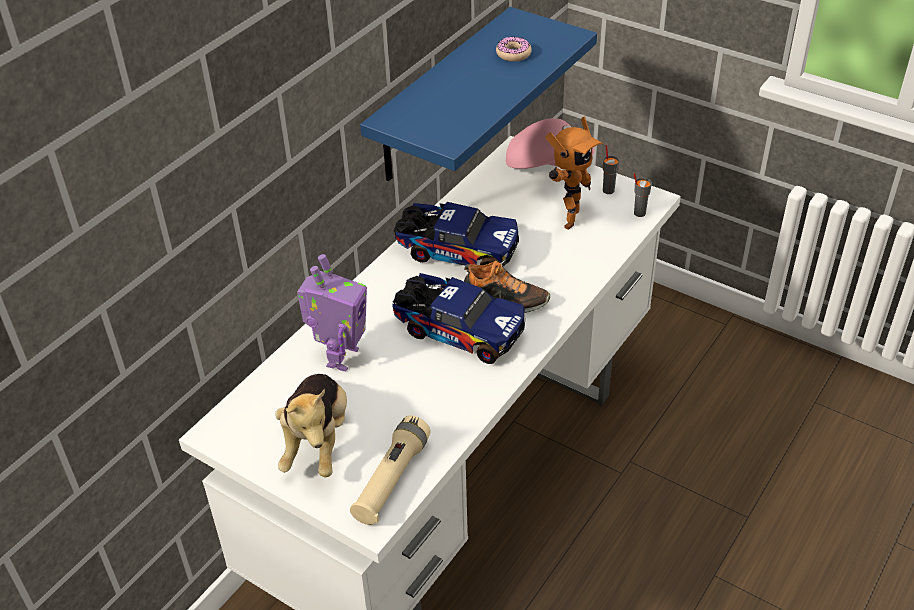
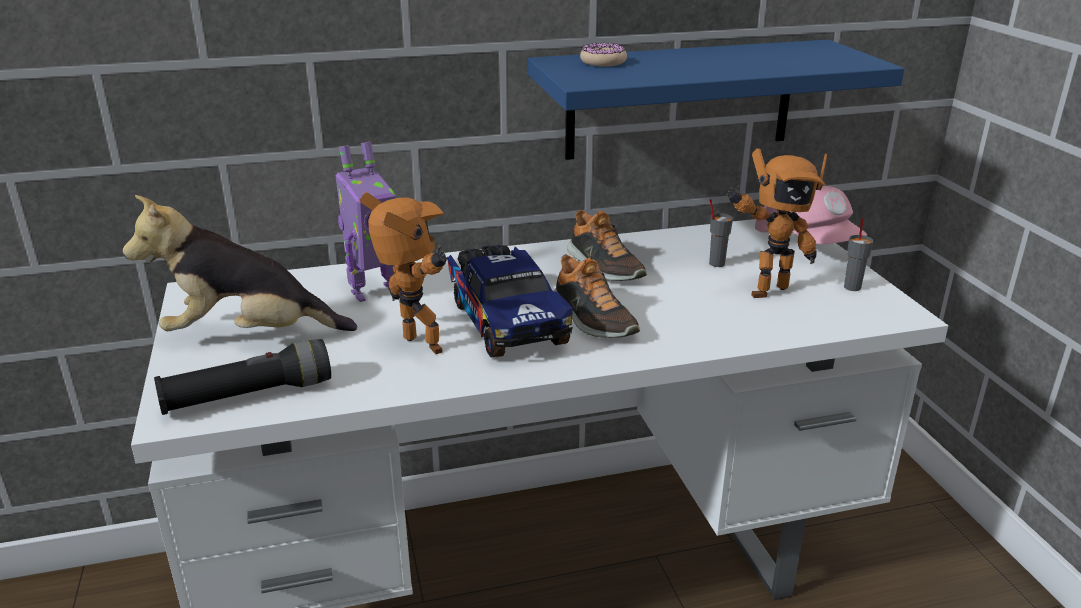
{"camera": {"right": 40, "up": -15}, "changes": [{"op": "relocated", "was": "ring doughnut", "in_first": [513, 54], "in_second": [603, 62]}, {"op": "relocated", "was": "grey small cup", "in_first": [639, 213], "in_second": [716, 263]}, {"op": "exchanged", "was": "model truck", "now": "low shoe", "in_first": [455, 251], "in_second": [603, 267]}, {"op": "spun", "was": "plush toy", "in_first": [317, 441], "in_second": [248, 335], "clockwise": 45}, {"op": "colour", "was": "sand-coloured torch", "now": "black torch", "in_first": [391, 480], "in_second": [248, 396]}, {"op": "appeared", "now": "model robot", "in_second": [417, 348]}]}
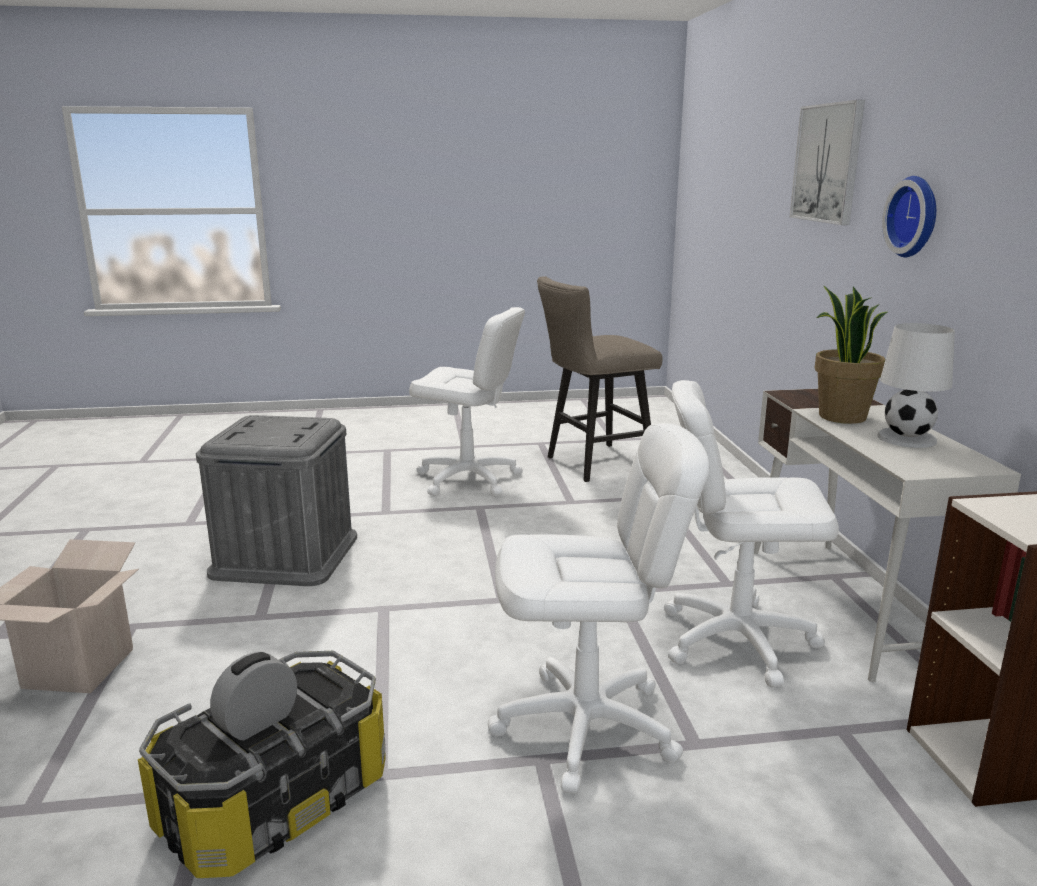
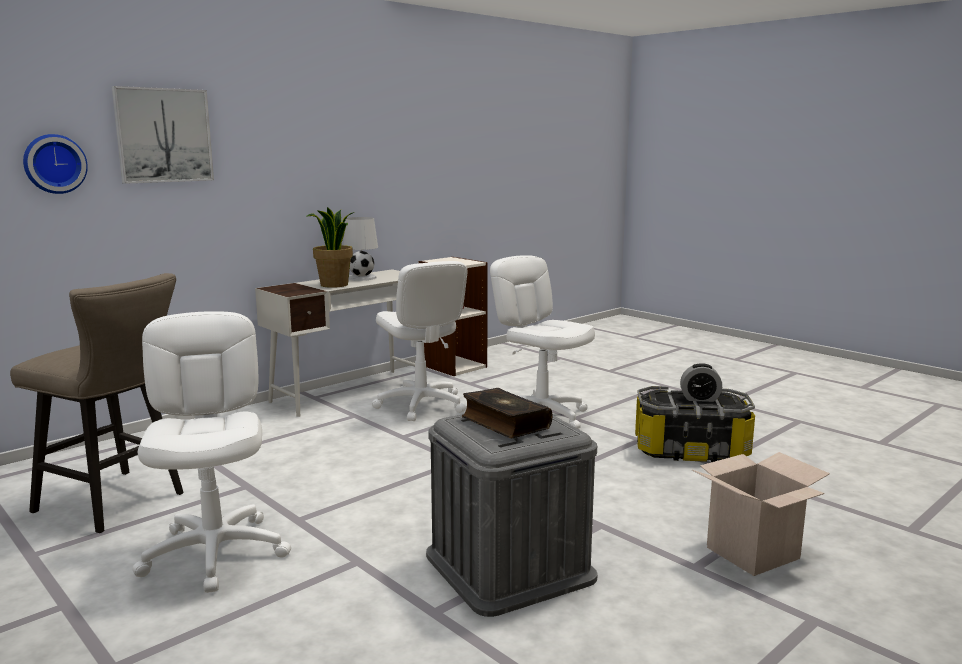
{"camera": {"right": -125, "up": -5}, "changes": [{"op": "relocated", "was": "hanging clock", "in_first": [915, 217], "in_second": [54, 164]}, {"op": "appeared", "now": "book", "in_second": [504, 423]}]}
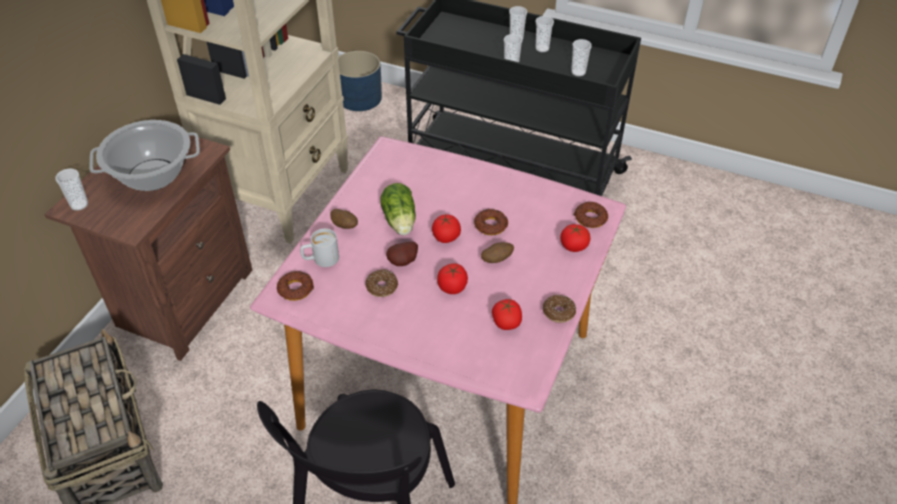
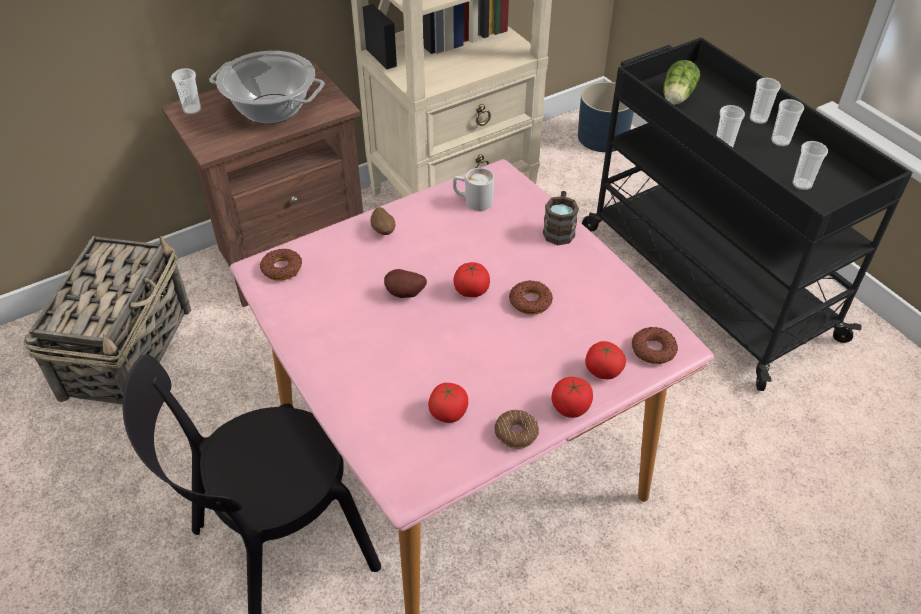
{"camera": {"right": 35, "up": 0}, "changes": [{"op": "relocated", "was": "lettuce", "in_first": [400, 222], "in_second": [676, 97]}, {"op": "relocated", "was": "white mug", "in_first": [320, 259], "in_second": [472, 201]}, {"op": "missing", "was": "whole potato", "in_first": [497, 259]}, {"op": "relocated", "was": "whole tomato", "in_first": [452, 287], "in_second": [570, 407]}, {"op": "missing", "was": "ring doughnut", "in_first": [381, 287]}, {"op": "appeared", "now": "brown-coloured mug", "in_second": [559, 229]}]}
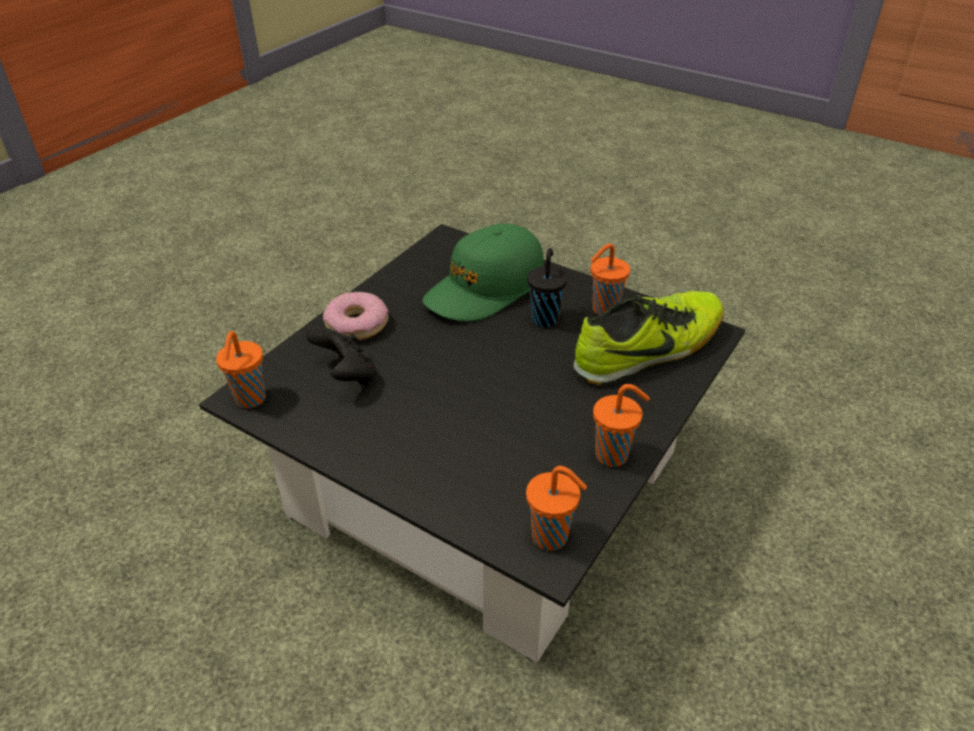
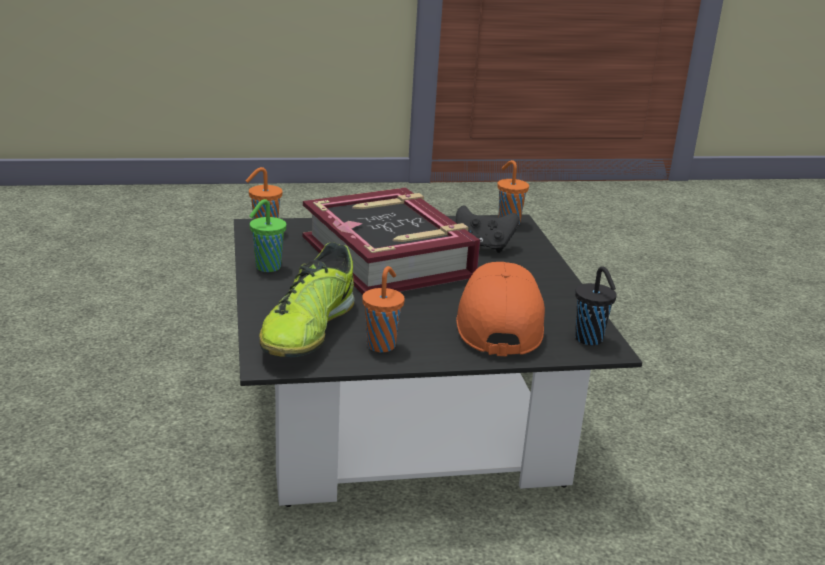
{"camera": {"right": 135, "up": -15}, "changes": [{"op": "colour", "was": "greenish cap", "now": "orange-coloured cap", "in_first": [485, 288], "in_second": [498, 323]}, {"op": "relocated", "was": "black small cup", "in_first": [545, 318], "in_second": [590, 340]}, {"op": "missing", "was": "ring doughnut", "in_first": [357, 324]}, {"op": "colour", "was": "orange-coloured small cup", "now": "greenish small cup", "in_first": [613, 455], "in_second": [266, 268]}, {"op": "appeared", "now": "book", "in_second": [388, 257]}]}
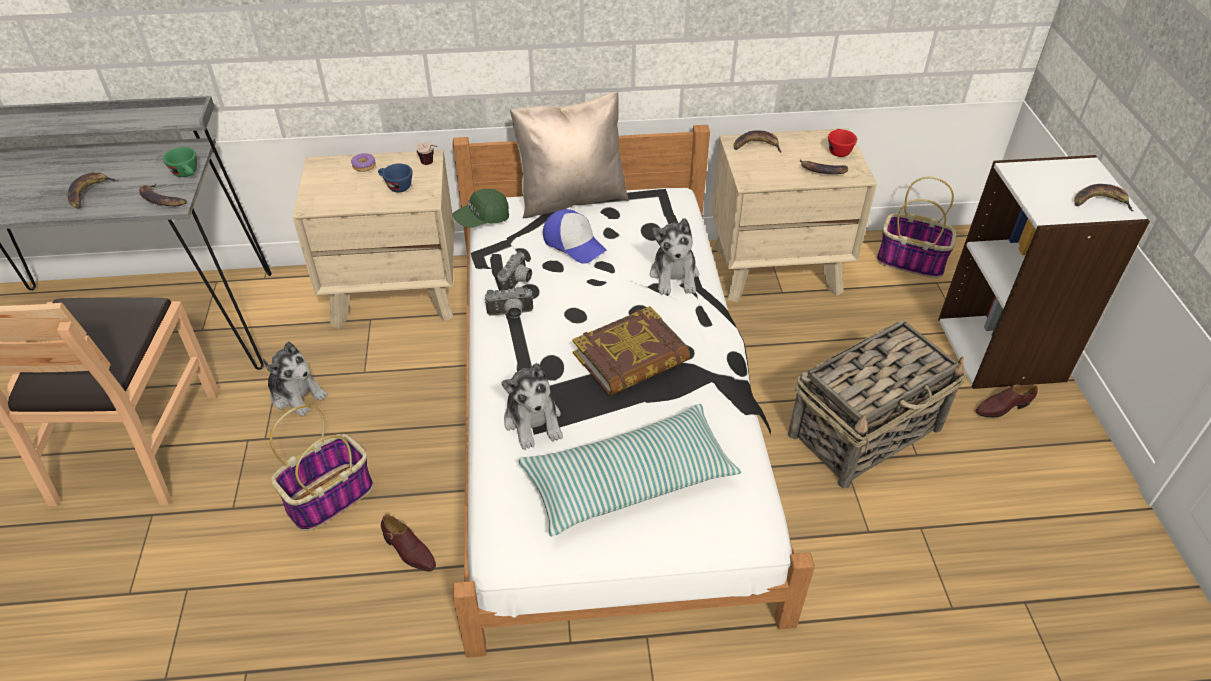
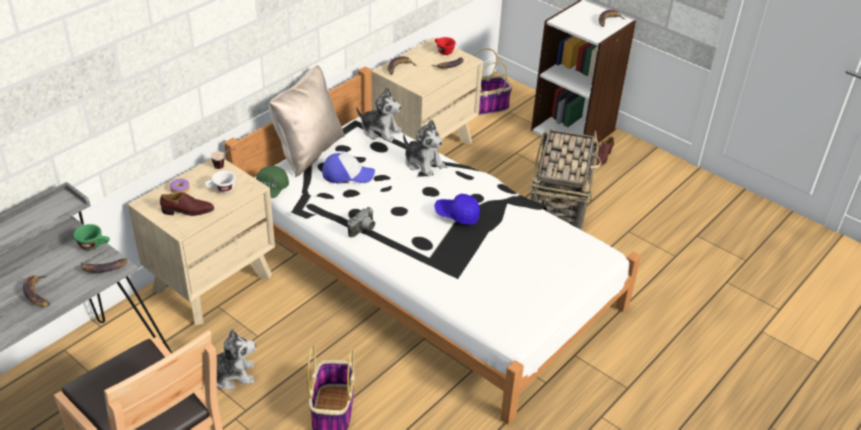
{"camera": {"right": -45, "up": -5}, "changes": [{"op": "colour", "was": "blue small cup", "now": "white small cup", "in_first": [396, 186], "in_second": [221, 190]}, {"op": "missing", "was": "still camera", "in_first": [518, 283]}, {"op": "exchanged", "was": "book", "now": "blue cap", "in_first": [631, 358], "in_second": [457, 215]}, {"op": "relocated", "was": "plush toy", "in_first": [533, 421], "in_second": [380, 131]}, {"op": "missing", "was": "pillow", "in_first": [629, 480]}, {"op": "relocated", "was": "brown-coloured low shoe", "in_first": [409, 551], "in_second": [188, 211]}]}
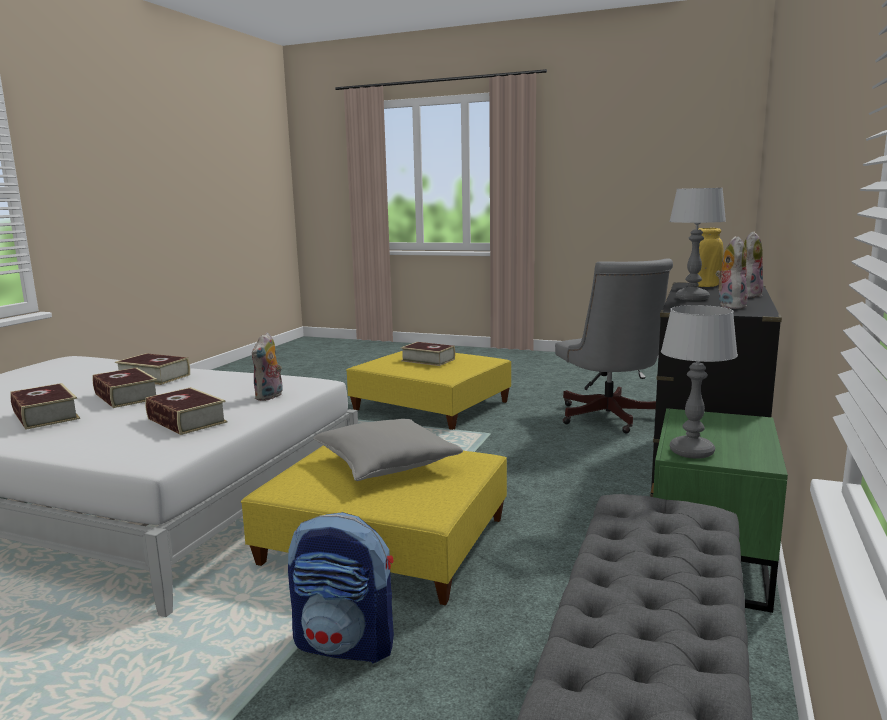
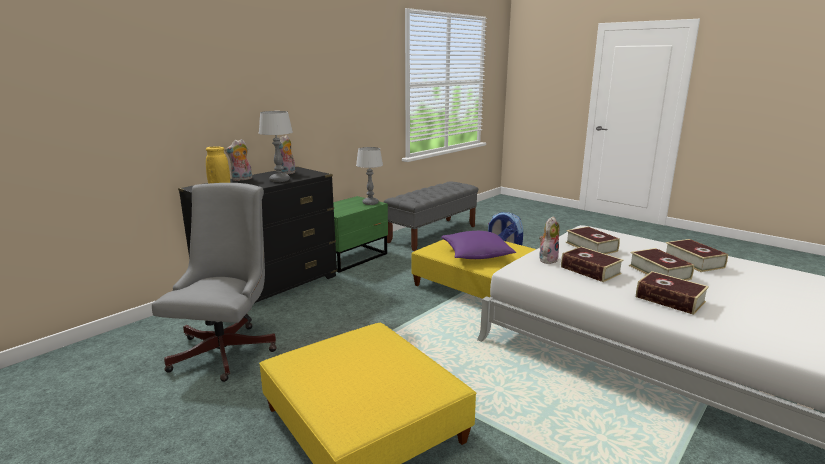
{"camera": {"right": -160, "up": 5}, "changes": [{"op": "relocated", "was": "book", "in_first": [428, 360], "in_second": [590, 270]}, {"op": "colour", "was": "grey pillow", "now": "purplish pillow", "in_first": [386, 464], "in_second": [476, 255]}]}
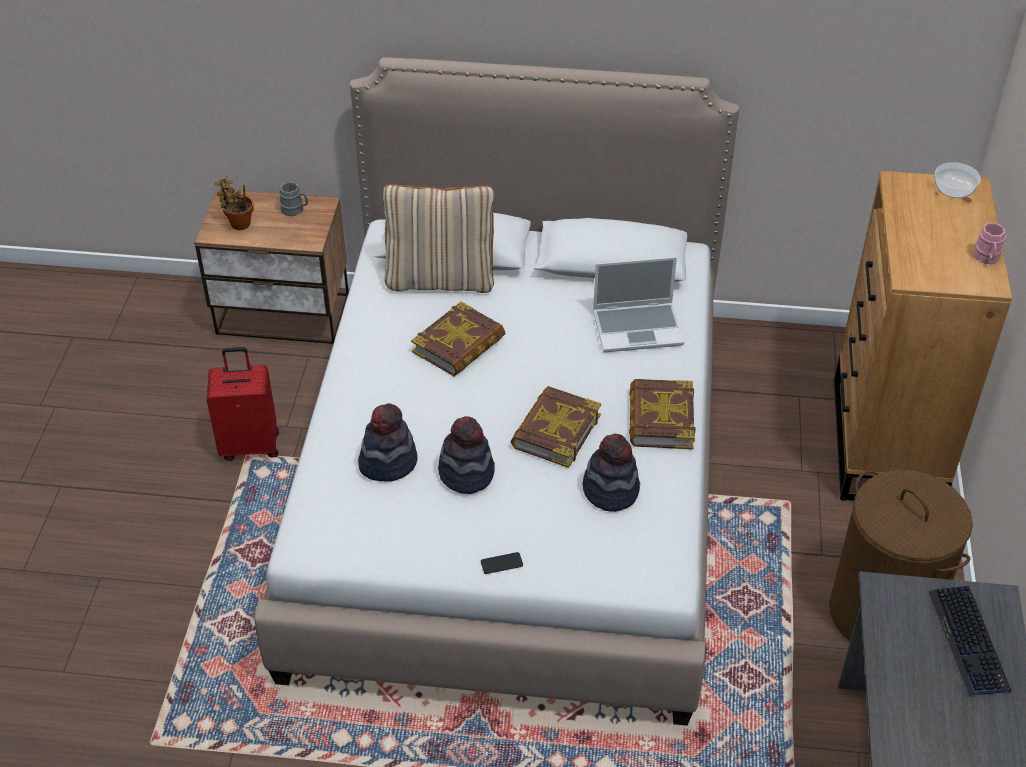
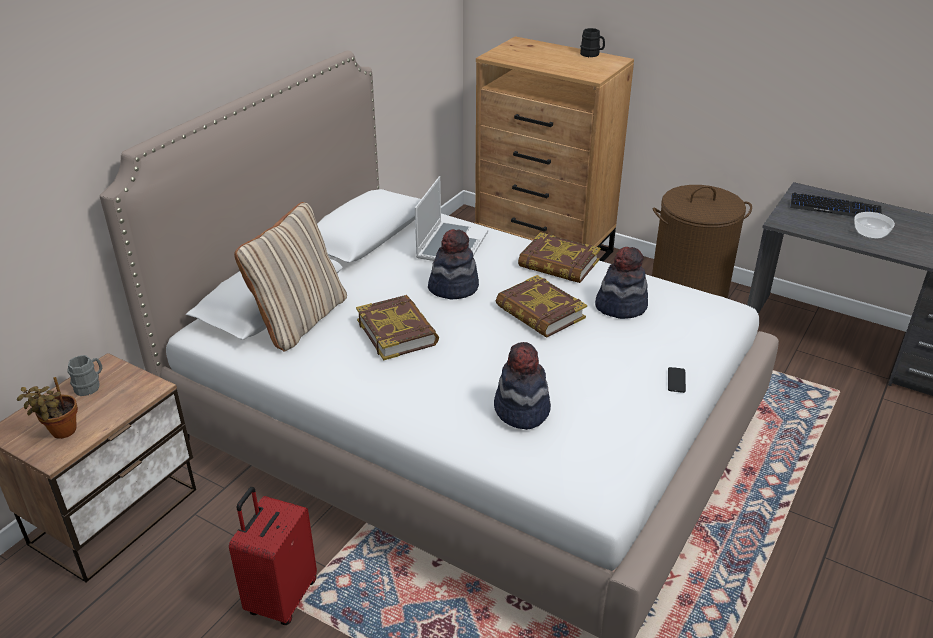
{"camera": {"right": -65, "up": -10}, "changes": [{"op": "relocated", "was": "bowl", "in_first": [954, 190], "in_second": [871, 233]}, {"op": "colour", "was": "pink-coloured mug", "now": "black mug", "in_first": [986, 258], "in_second": [592, 54]}, {"op": "relocated", "was": "clothing hat", "in_first": [466, 473], "in_second": [453, 287]}]}
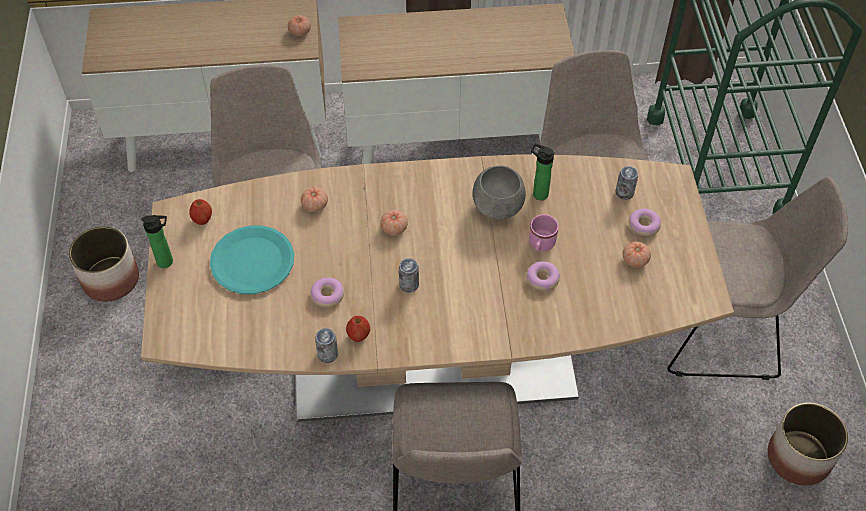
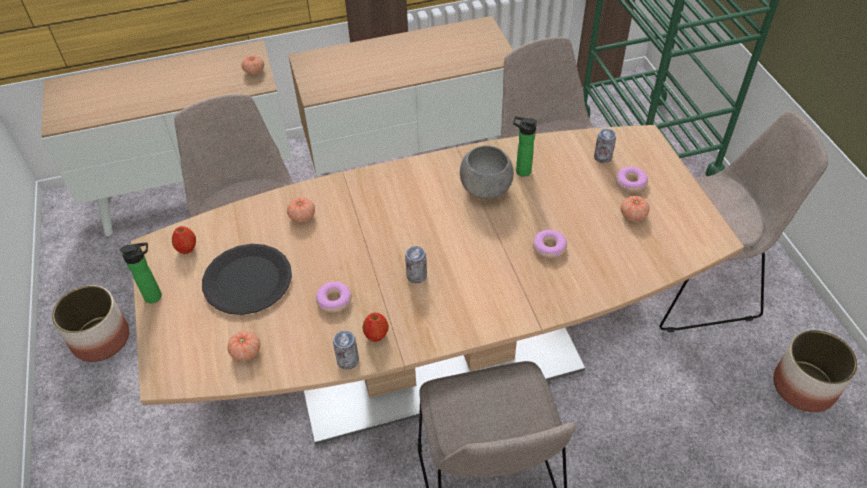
{"camera": {"right": -10, "up": -5}, "changes": [{"op": "relocated", "was": "whole tomato", "in_first": [394, 228], "in_second": [246, 352]}, {"op": "missing", "was": "pink-coloured mug", "in_first": [540, 245]}, {"op": "colour", "was": "turquoise dinner plate", "now": "black dinner plate", "in_first": [252, 261], "in_second": [247, 280]}]}
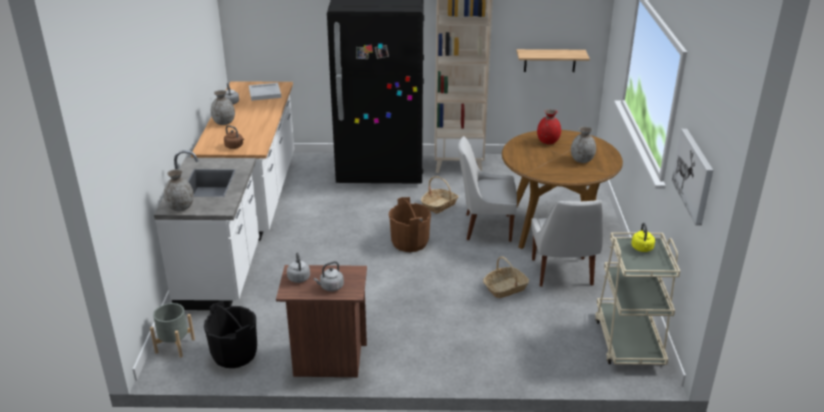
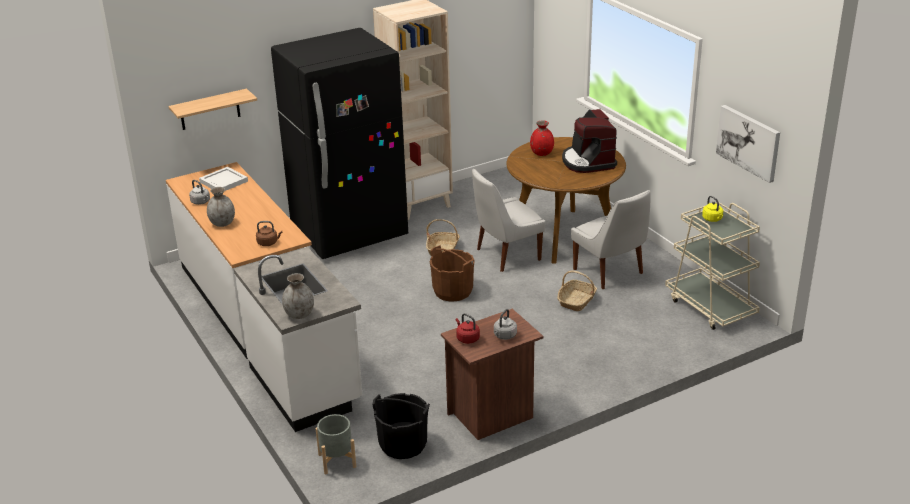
{"camera": {"right": -30, "up": 0}, "changes": [{"op": "relocated", "was": "wall shelf", "in_first": [550, 60], "in_second": [209, 110]}, {"op": "exchanged", "was": "grey decorative vase", "now": "coffee maker", "in_first": [582, 160], "in_second": [588, 161]}, {"op": "colour", "was": "grey kettle", "now": "red kettle", "in_first": [298, 277], "in_second": [467, 338]}]}
